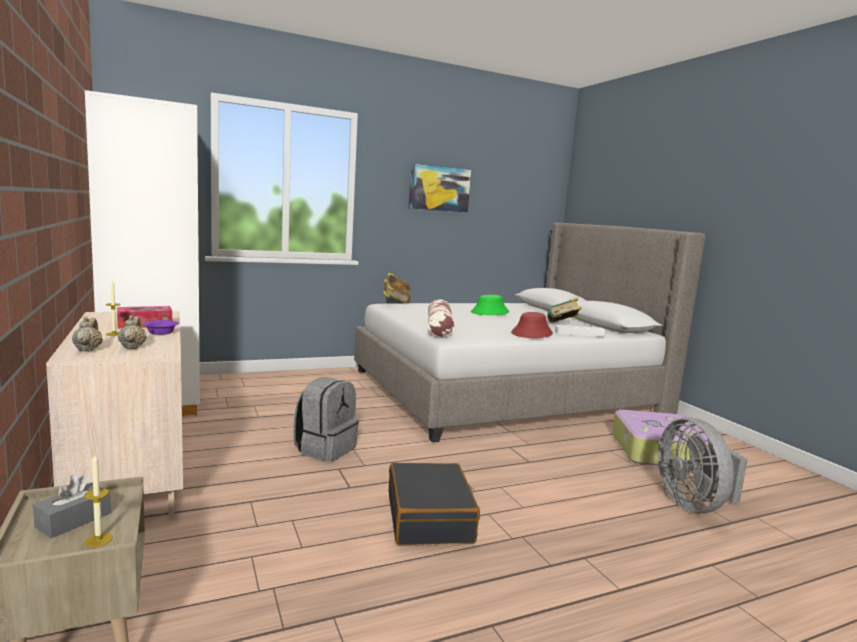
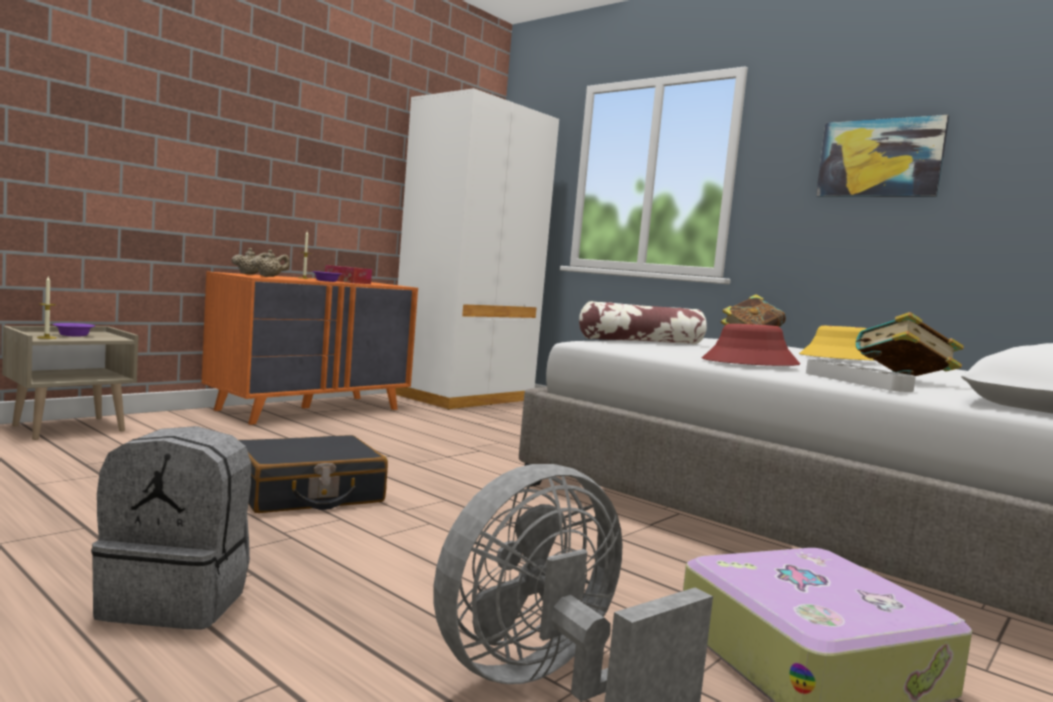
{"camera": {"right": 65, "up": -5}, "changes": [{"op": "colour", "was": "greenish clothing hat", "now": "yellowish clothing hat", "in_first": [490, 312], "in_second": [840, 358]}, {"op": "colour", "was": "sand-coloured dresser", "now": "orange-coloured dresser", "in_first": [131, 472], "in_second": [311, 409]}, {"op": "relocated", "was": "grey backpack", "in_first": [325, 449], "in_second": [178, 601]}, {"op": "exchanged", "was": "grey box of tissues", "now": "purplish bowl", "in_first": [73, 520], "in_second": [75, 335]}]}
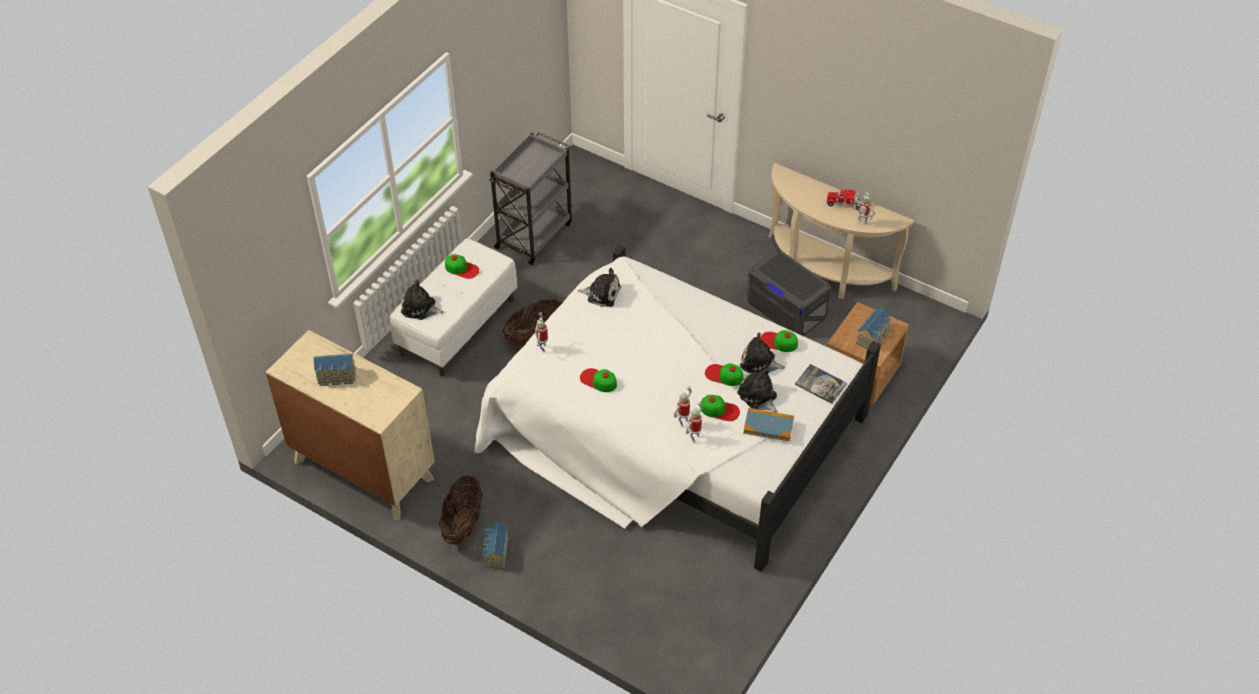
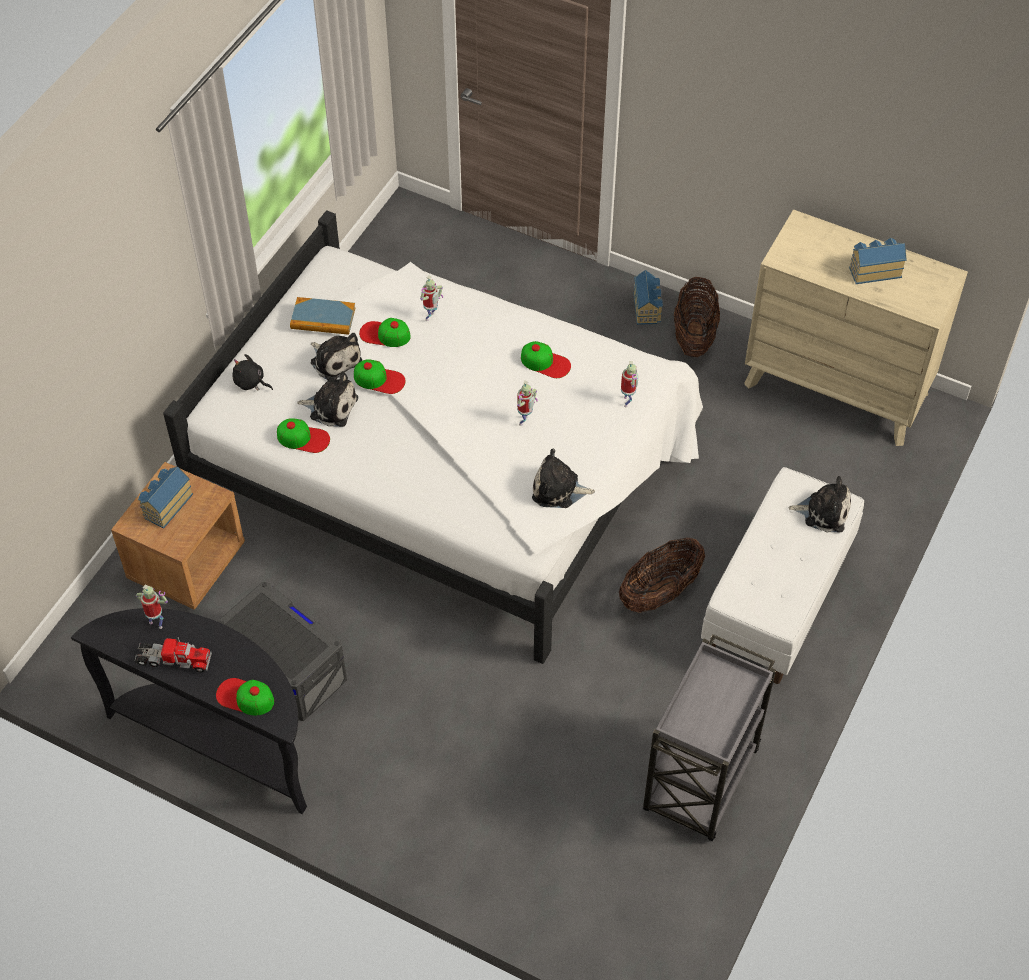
{"camera": {"right": 175, "up": 5}, "changes": [{"op": "colour", "was": "sand-coloured narrow table", "now": "black narrow table", "in_first": [823, 273], "in_second": [220, 740]}, {"op": "relocated", "was": "cap", "in_first": [462, 268], "in_second": [245, 697]}, {"op": "exchanged", "was": "book", "now": "black plush toy", "in_first": [820, 384], "in_second": [251, 382]}, {"op": "relocated", "was": "model robot", "in_first": [694, 438], "in_second": [525, 421]}]}
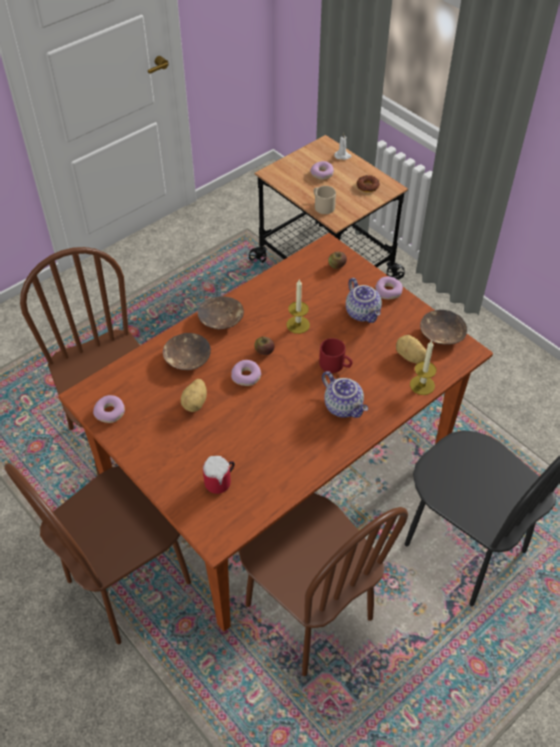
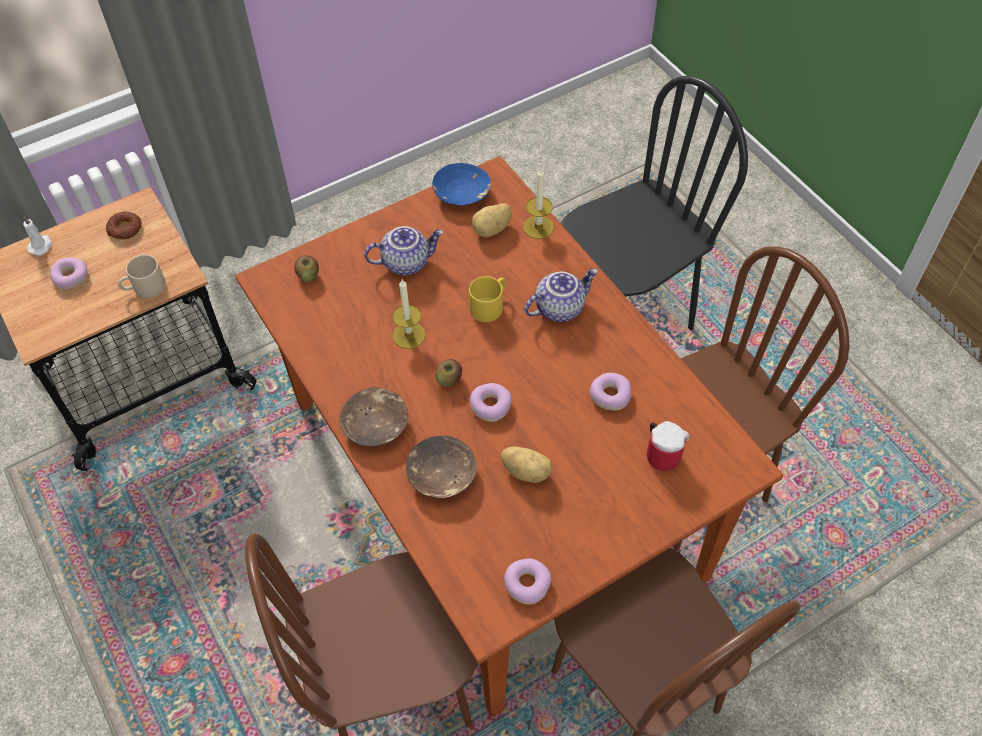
{"camera": {"right": -80, "up": 5}, "changes": [{"op": "relocated", "was": "ring doughnut", "in_first": [388, 291], "in_second": [609, 395]}, {"op": "colour", "was": "brown-coloured bowl", "now": "blue bowl", "in_first": [441, 334], "in_second": [461, 194]}, {"op": "colour", "was": "red mug", "now": "yellowish mug", "in_first": [336, 365], "in_second": [489, 305]}]}
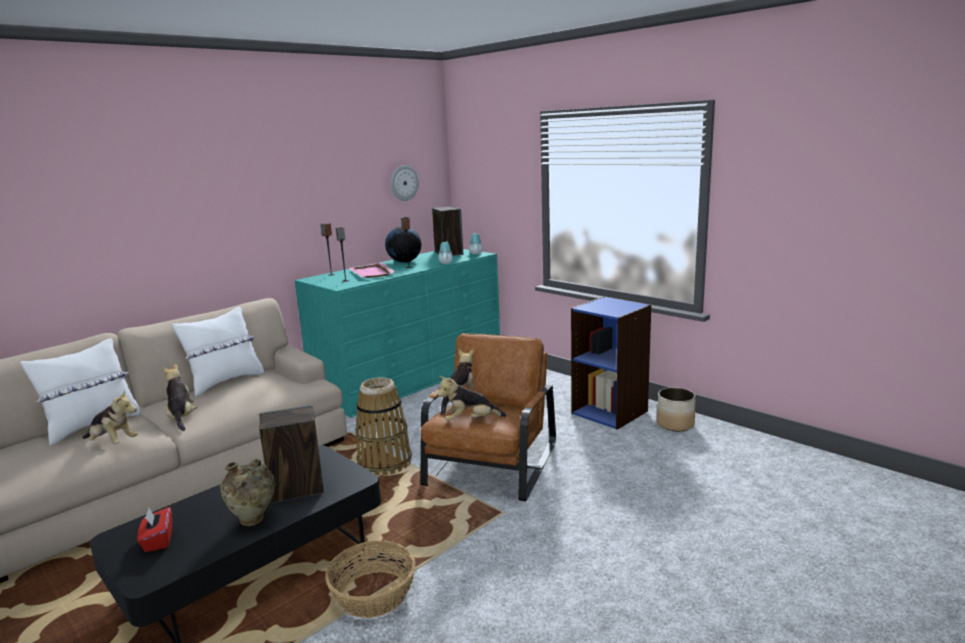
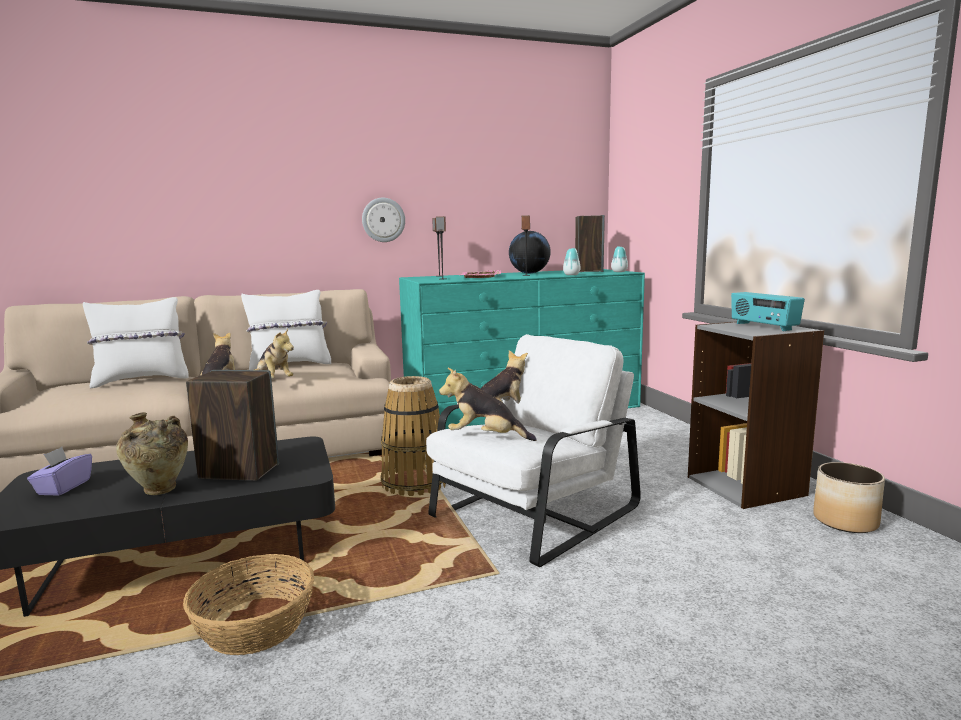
{"camera": {"right": 25, "up": -5}, "changes": [{"op": "relocated", "was": "hanging clock", "in_first": [404, 183], "in_second": [383, 220]}, {"op": "colour", "was": "blue bookcase", "now": "grey bookcase", "in_first": [610, 412], "in_second": [746, 486]}, {"op": "colour", "was": "brown-coloured easy chair", "now": "white easy chair", "in_first": [491, 464], "in_second": [533, 512]}, {"op": "relocated", "was": "plush toy", "in_first": [112, 442], "in_second": [274, 380]}, {"op": "colour", "was": "red box of tissues", "now": "purplish box of tissues", "in_first": [158, 540], "in_second": [63, 487]}, {"op": "appeared", "now": "radio", "in_second": [763, 327]}]}
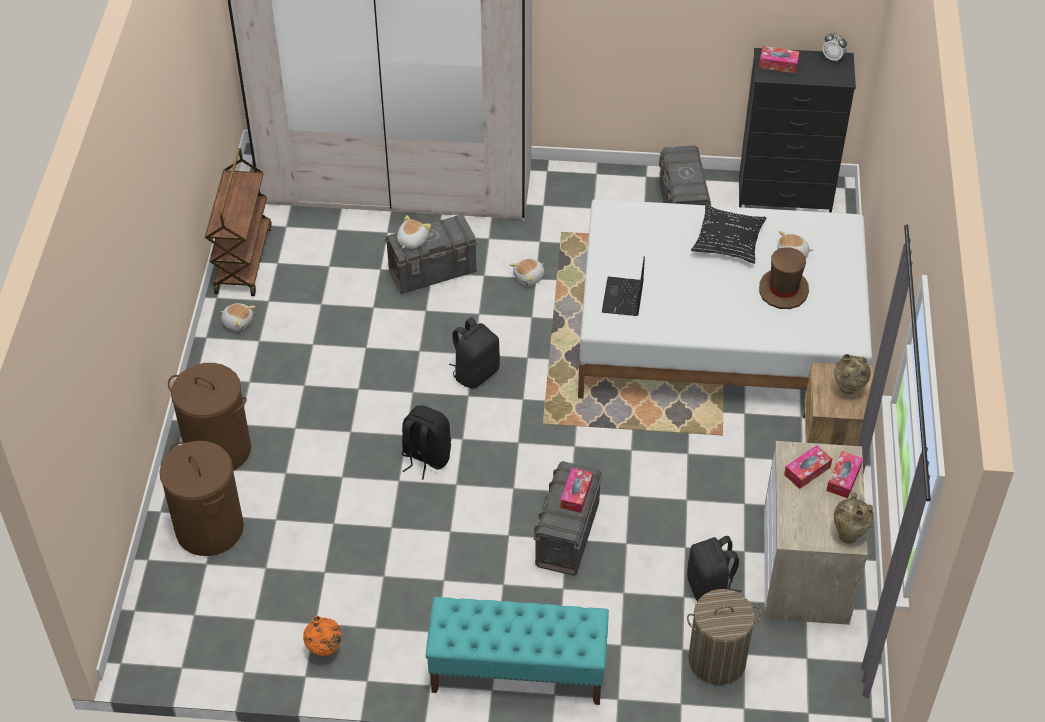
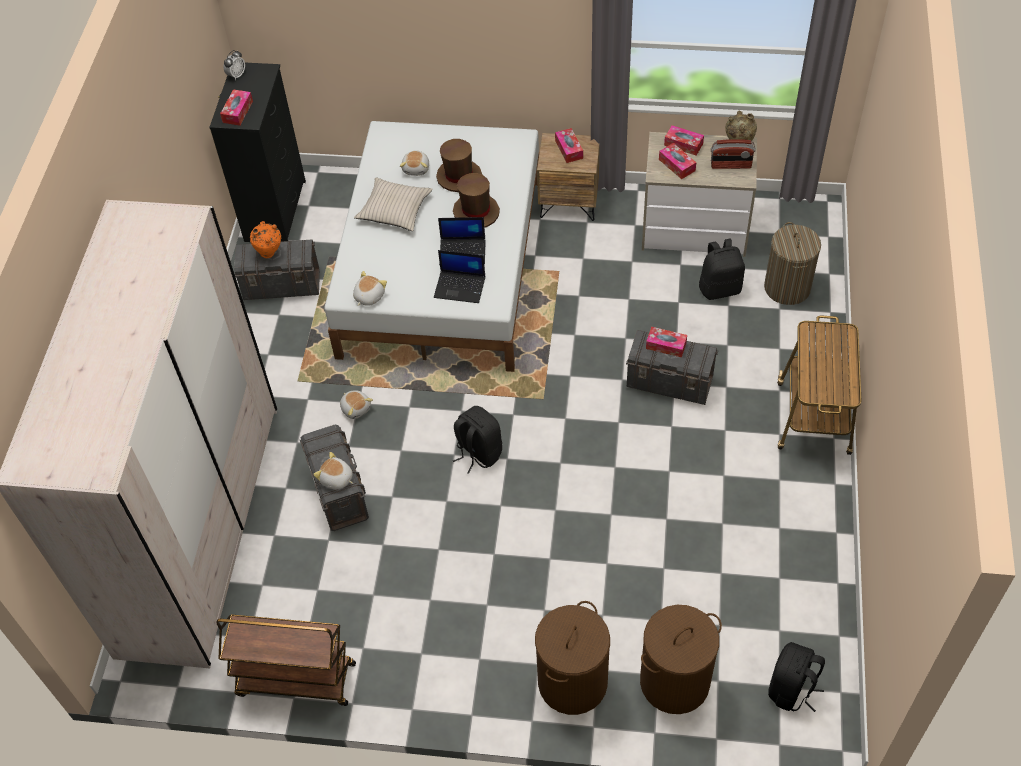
{"camera": {"right": -85, "up": 5}, "changes": [{"op": "colour", "was": "black pillow", "now": "sand-coloured pillow", "in_first": [728, 240], "in_second": [394, 210]}, {"op": "relocated", "was": "plush toy", "in_first": [238, 322], "in_second": [368, 296]}, {"op": "exchanged", "was": "sand-coloured decorative vase", "now": "box of tissues", "in_first": [848, 390], "in_second": [569, 149]}, {"op": "relocated", "was": "black backpack", "in_first": [425, 457], "in_second": [791, 689]}, {"op": "exchanged", "was": "turquoise indoor bench", "now": "wheeled cart", "in_first": [517, 671], "in_second": [813, 420]}, {"op": "relocated", "was": "orange-coloured decorative vase", "in_first": [325, 651], "in_second": [270, 254]}, {"op": "appeared", "now": "radio", "in_second": [731, 165]}, {"op": "appeared", "now": "brown-coloured clothing hat", "in_second": [476, 211]}, {"op": "appeared", "now": "notebook computer", "in_second": [463, 251]}]}
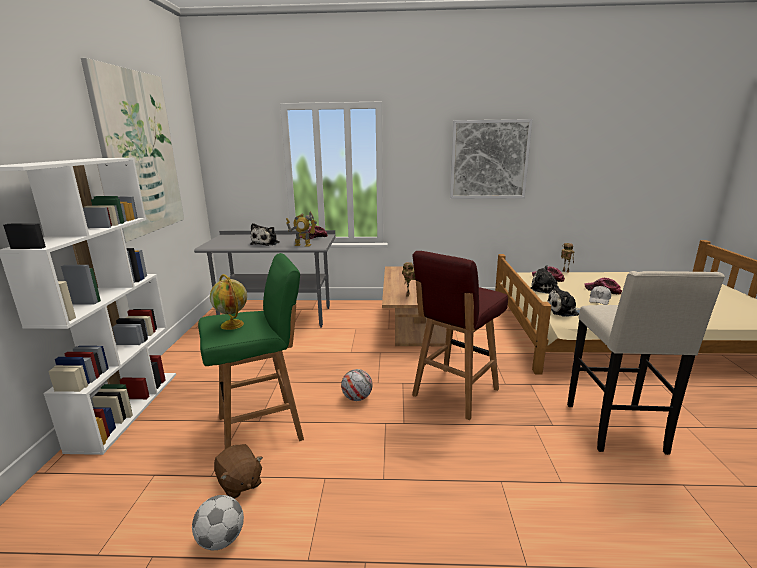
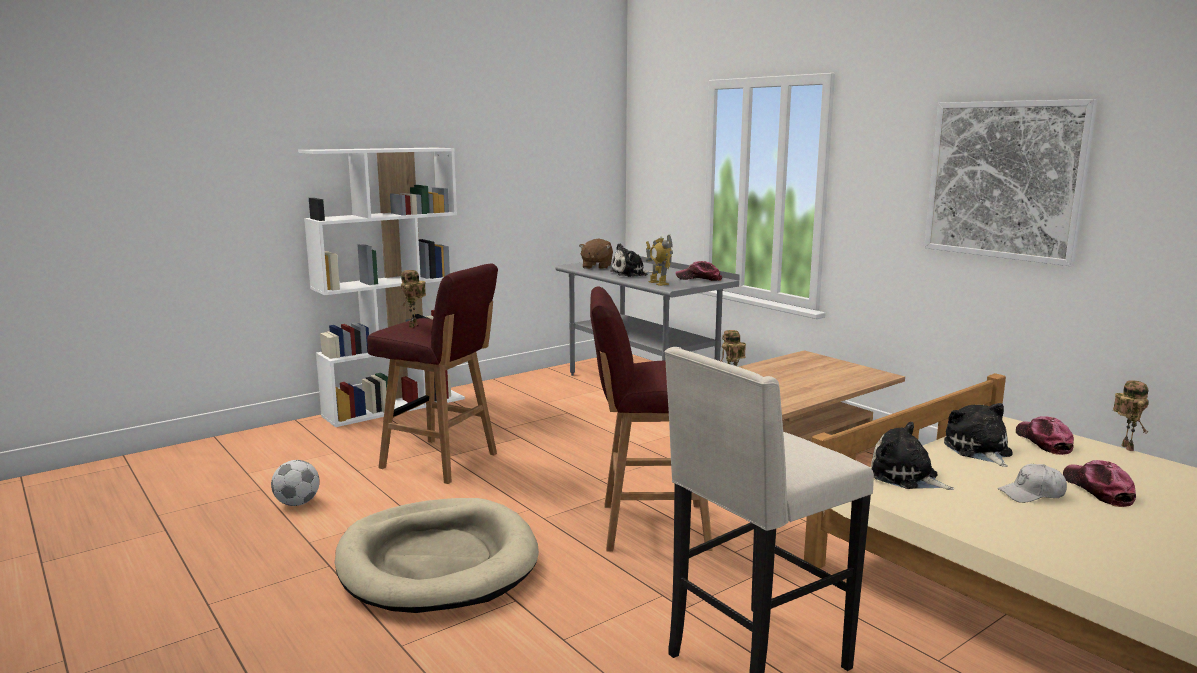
{"camera": {"right": 50, "up": -5}, "changes": [{"op": "missing", "was": "picture", "in_first": [139, 153]}, {"op": "colour", "was": "greenish sitting stool", "now": "red sitting stool", "in_first": [263, 427], "in_second": [441, 461]}, {"op": "exchanged", "was": "desk globe", "now": "model robot", "in_first": [232, 325], "in_second": [414, 326]}, {"op": "missing", "was": "football ball", "in_first": [357, 398]}, {"op": "relocated", "was": "brown-coloured plush toy", "in_first": [239, 483], "in_second": [596, 267]}, {"op": "appeared", "now": "sand-coloured dog cushion", "in_second": [437, 561]}]}
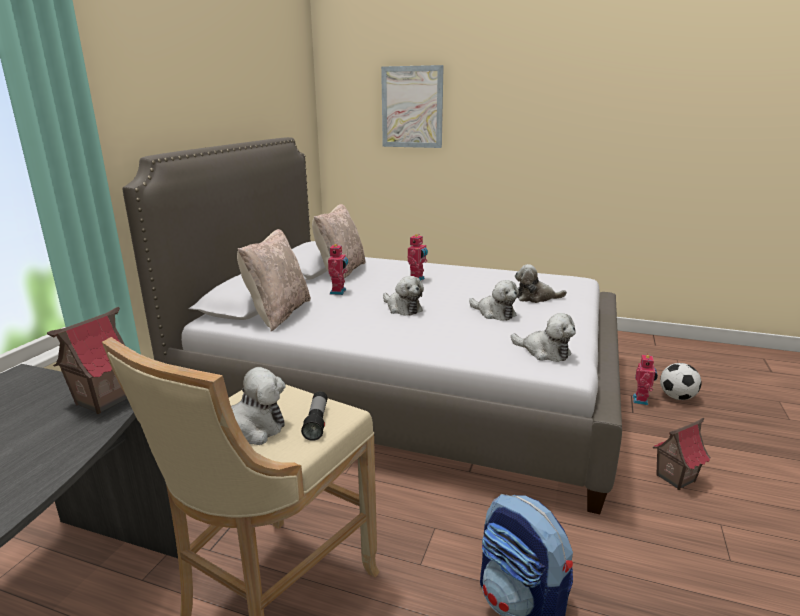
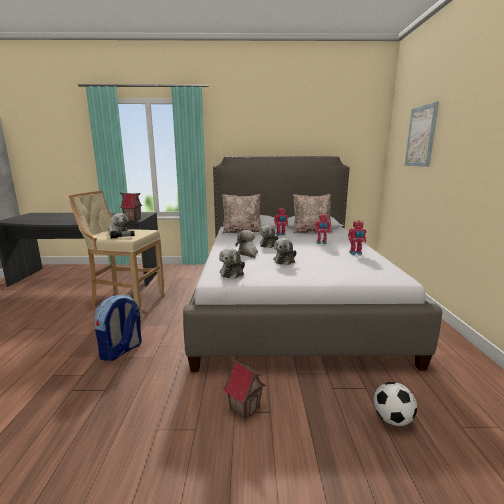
{"camera": {"right": 70, "up": -5}, "changes": [{"op": "relocated", "was": "plush toy", "in_first": [535, 298], "in_second": [248, 253]}, {"op": "relocated", "was": "model robot", "in_first": [641, 400], "in_second": [355, 253]}]}
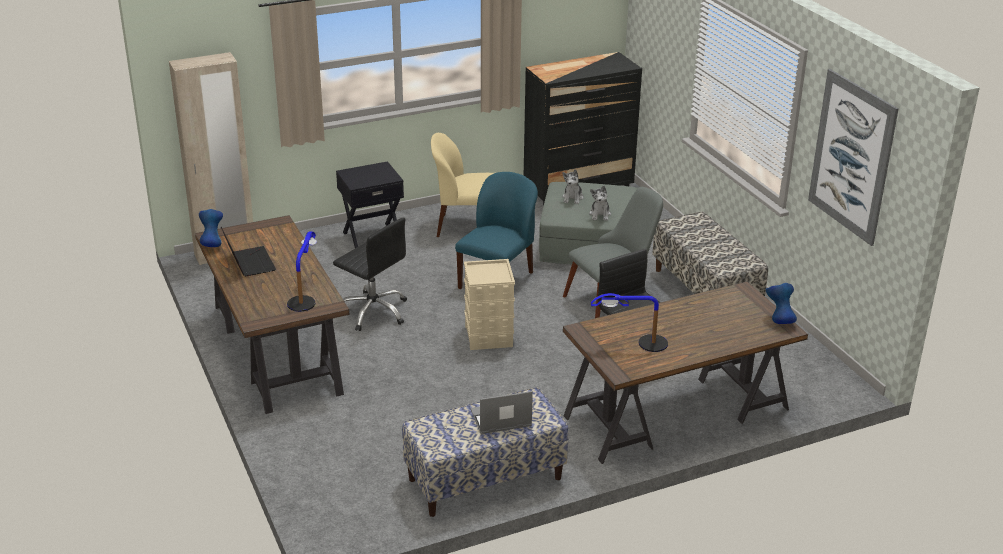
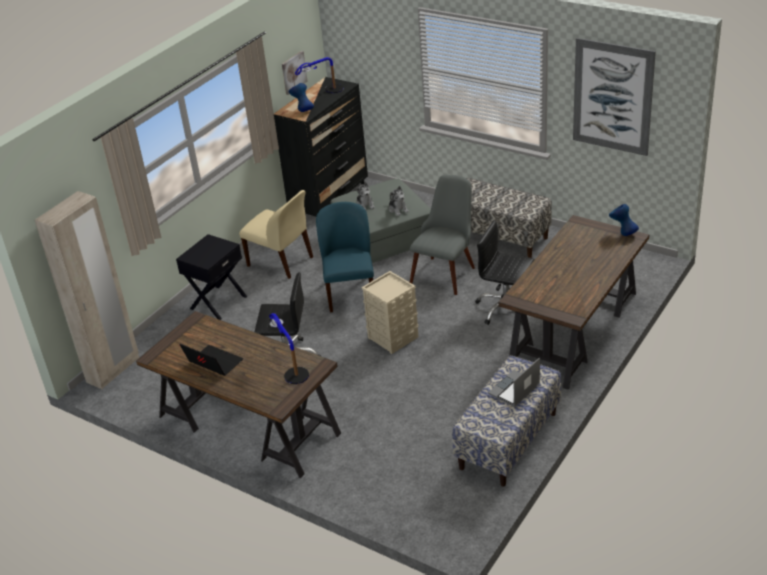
{"camera": {"right": -30, "up": 5}, "changes": [{"op": "spun", "was": "sand-coloured plain chair", "in_first": [467, 227], "in_second": [281, 262], "clockwise": -120}, {"op": "relocated", "was": "blue decorative vase", "in_first": [212, 244], "in_second": [302, 110]}, {"op": "relocated", "was": "lamp for a table", "in_first": [636, 343], "in_second": [325, 92]}, {"op": "appeared", "now": "picture", "in_second": [293, 72]}]}
